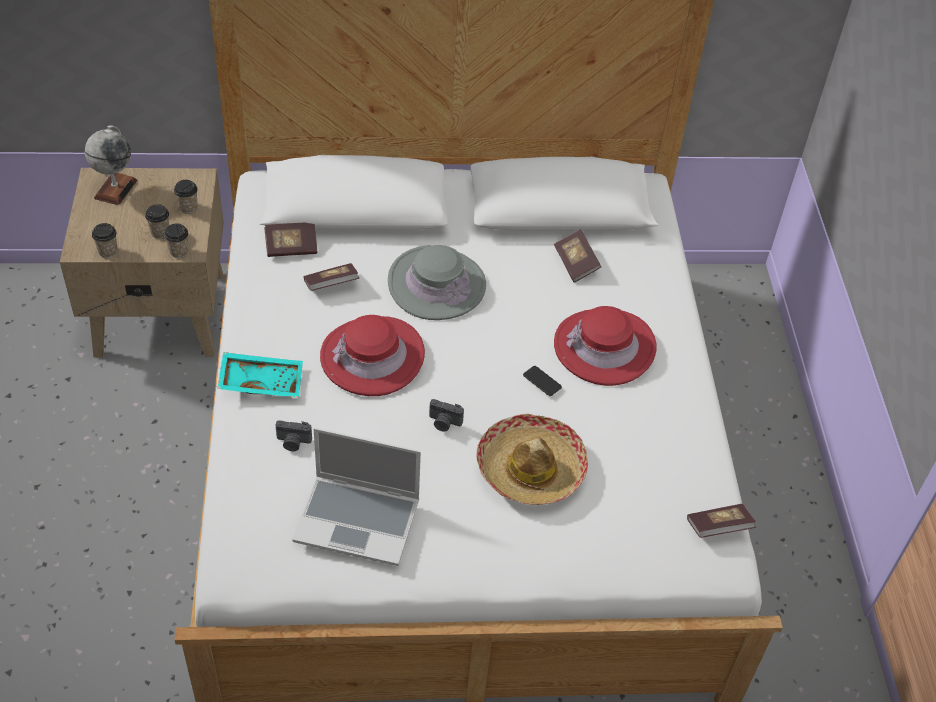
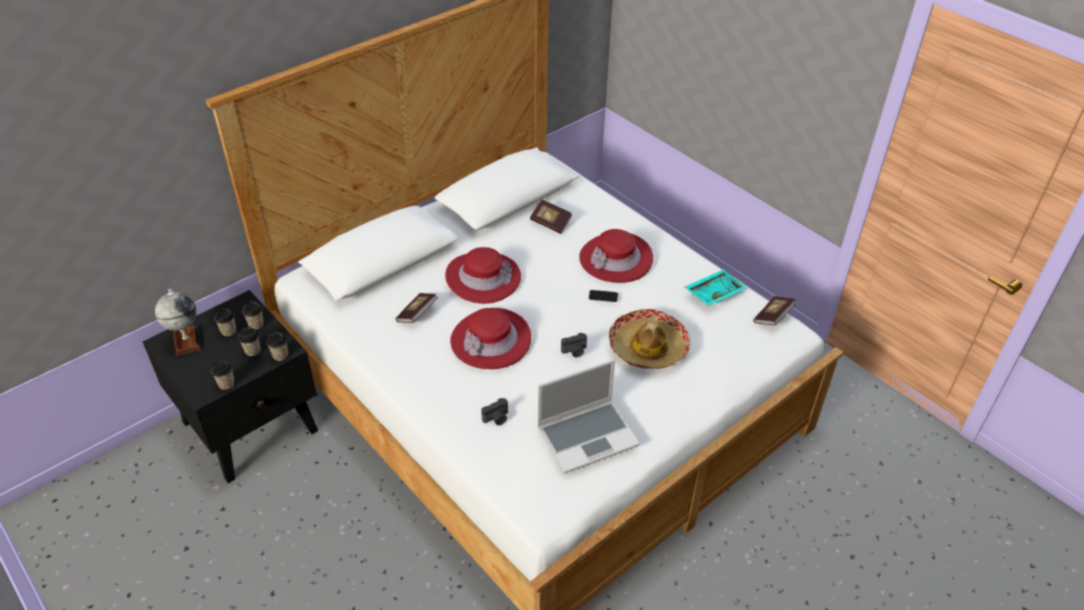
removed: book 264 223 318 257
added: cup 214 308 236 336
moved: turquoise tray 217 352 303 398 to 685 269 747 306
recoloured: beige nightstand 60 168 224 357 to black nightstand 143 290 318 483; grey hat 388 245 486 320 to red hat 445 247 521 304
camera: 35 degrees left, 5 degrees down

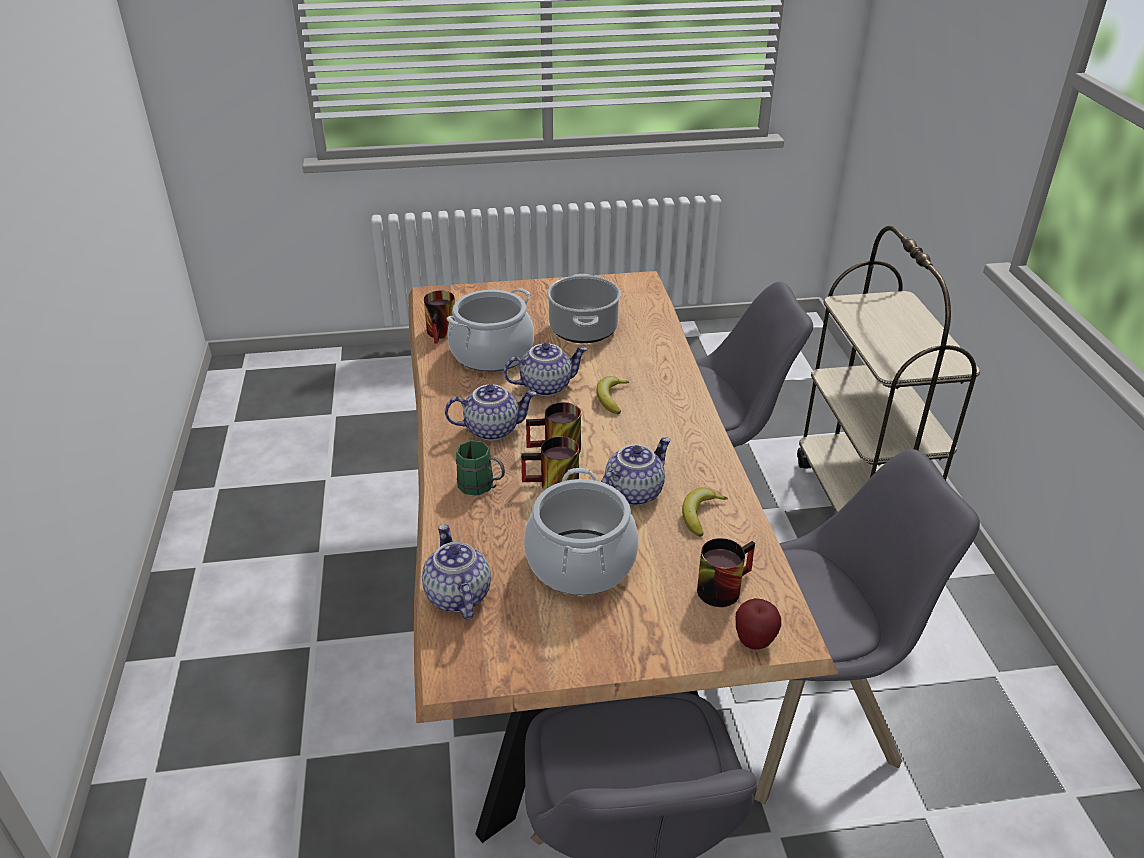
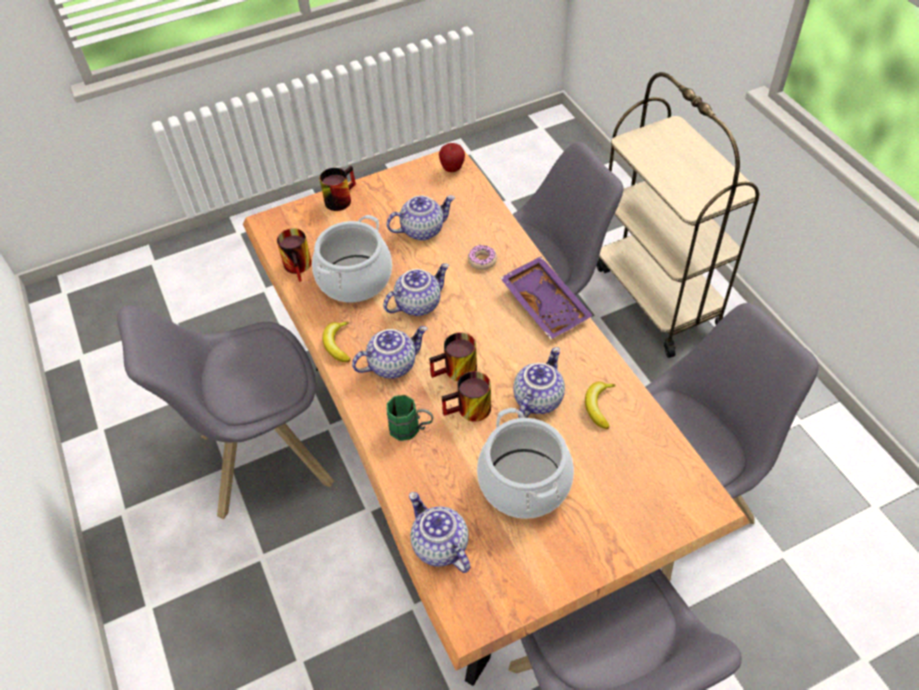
added: grey chair 117 305 334 519; donut 468 245 497 270; purple tray 500 256 593 339
moved: banana 597 376 629 414 to 322 322 350 362; mug 697 538 755 607 to 319 166 356 211; apple 736 598 781 650 to 439 143 465 172
replaced: cooking pot 547 274 621 343 to teapot 387 195 455 241
camera: 15 degrees left, 15 degrees up

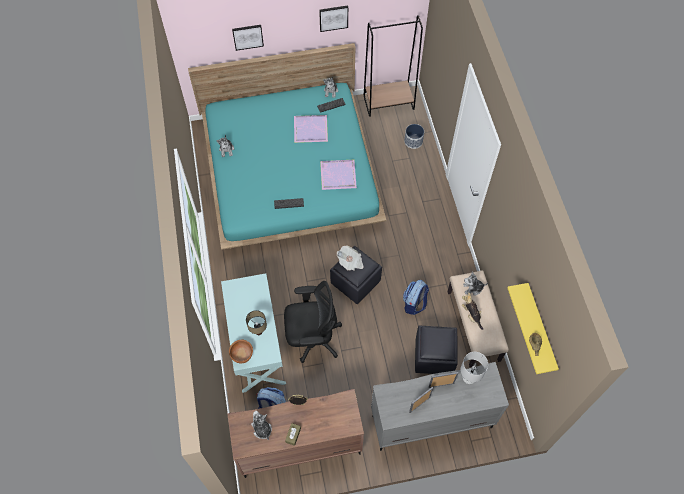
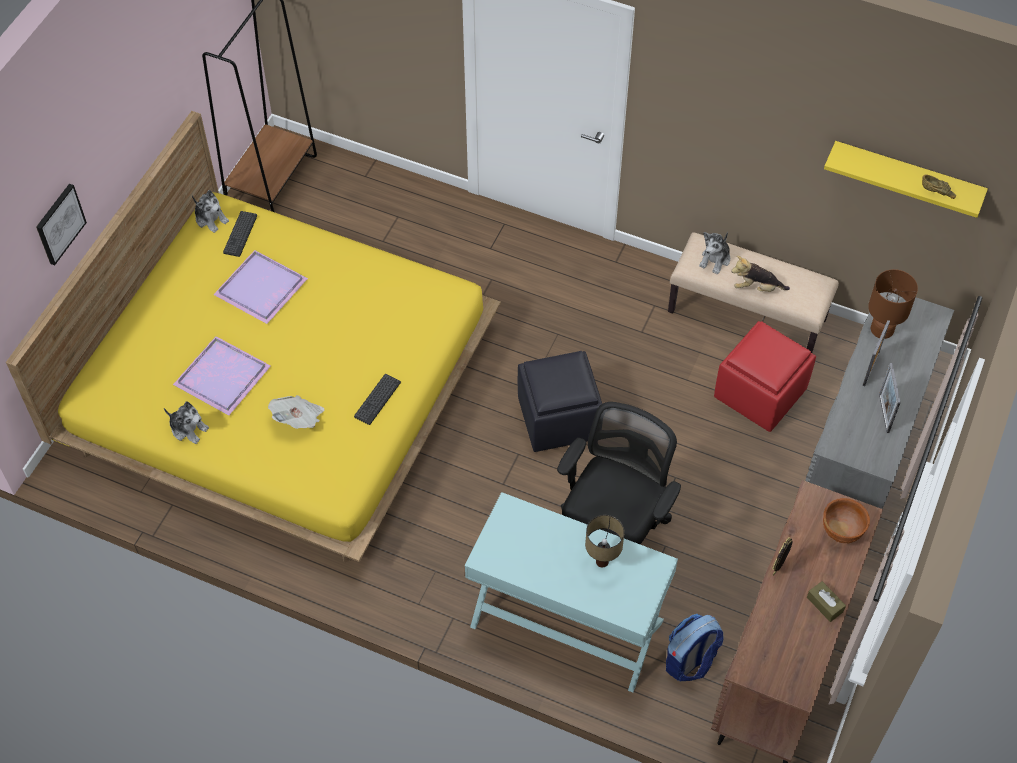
removed: plush toy 251 411 272 440; picture 319 6 348 32; backpack 403 280 429 315; planter 404 124 424 149
moved: brown bowl 229 340 253 364 to 823 498 870 543; purple tray 320 160 357 190 to 173 336 271 416; newspaper 337 246 364 271 to 268 395 325 429
recoloured: turquoise bed 188 43 386 250 to yellow bed 6 111 501 562; black ottoman 415 325 458 374 to red ottoman 714 321 816 432; grey table lamp 460 352 488 384 to brown table lamp 868 269 918 339
camera: 55 degrees left, 5 degrees down

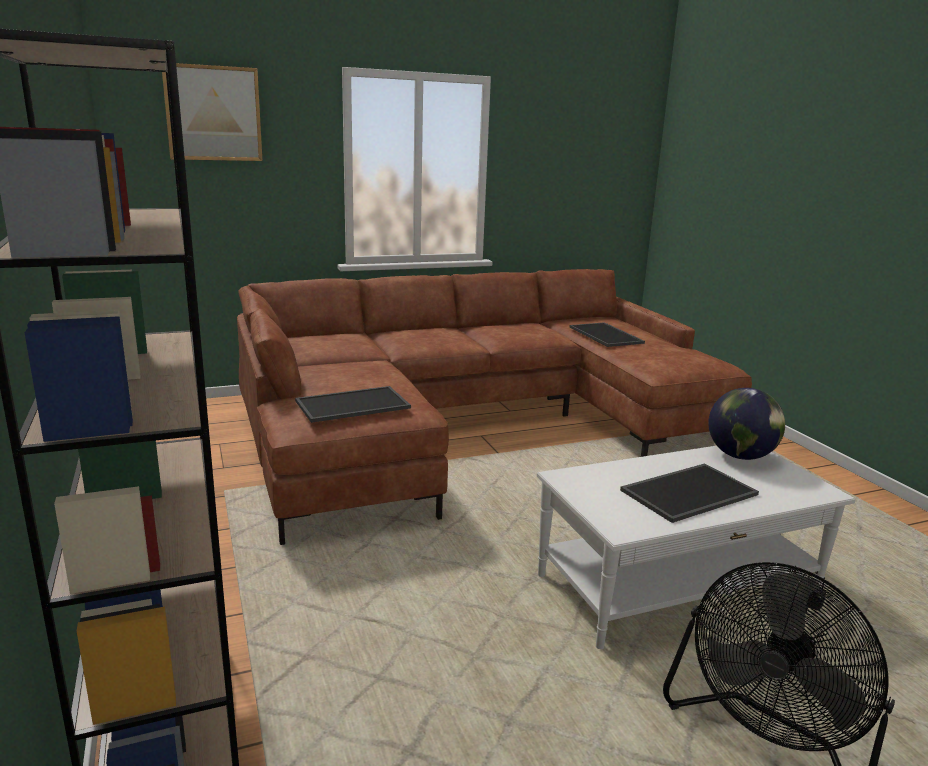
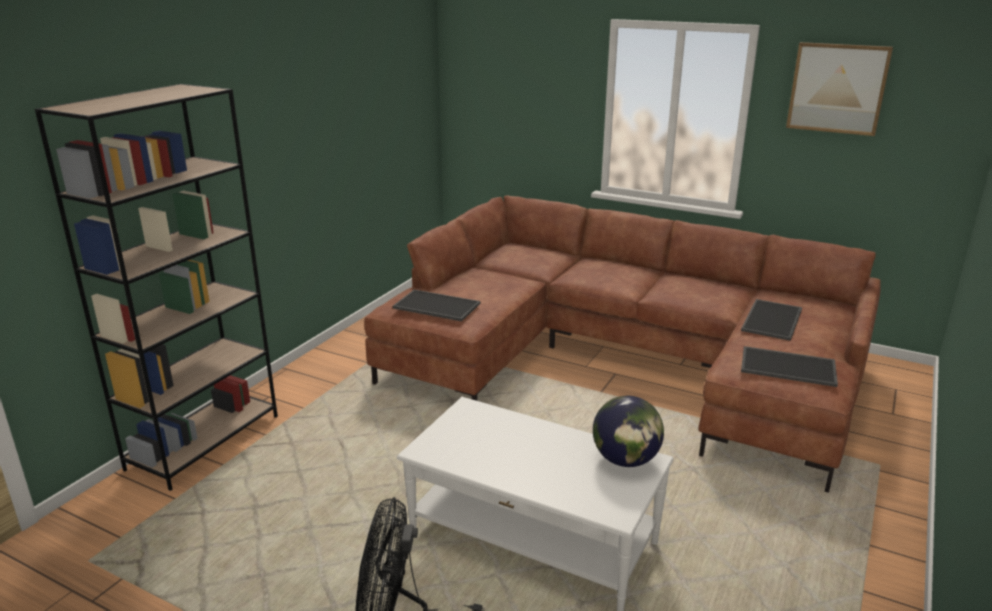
moved: picture 162 63 263 161 to 786 42 893 136; tray 620 464 759 523 to 741 346 838 387
camera: 50 degrees right, 5 degrees up

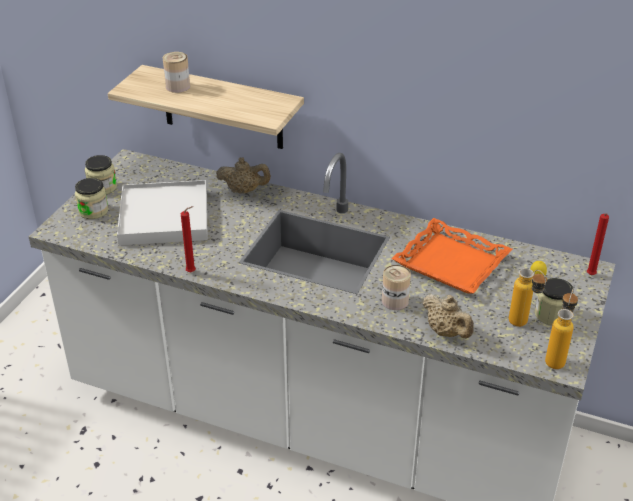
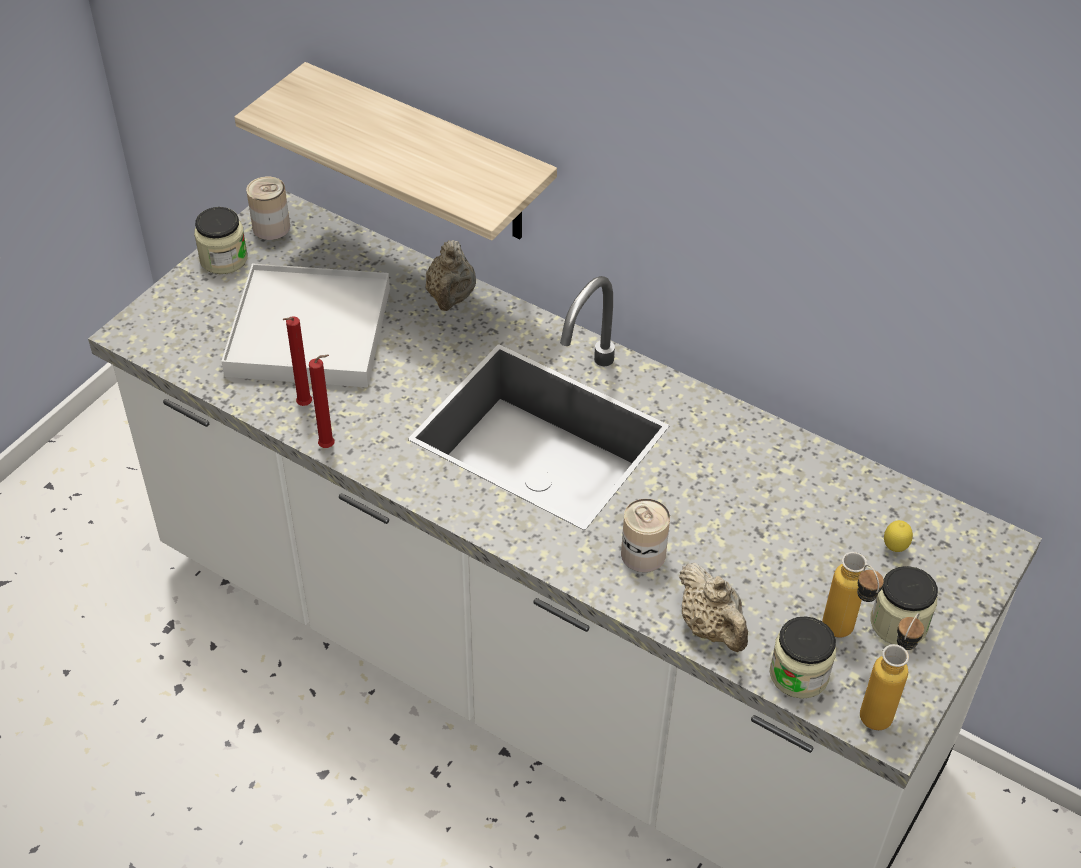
removed: orange tray 391 218 512 294
moved: jar 75 178 109 219 to 770 616 836 699; can 163 52 190 93 to 246 176 290 240; red candle 587 213 609 275 to 283 316 312 406
turned: beige teapot 216 157 271 194 = 426 240 476 311 75 degrees clockwise
camera: 10 degrees right, 10 degrees up

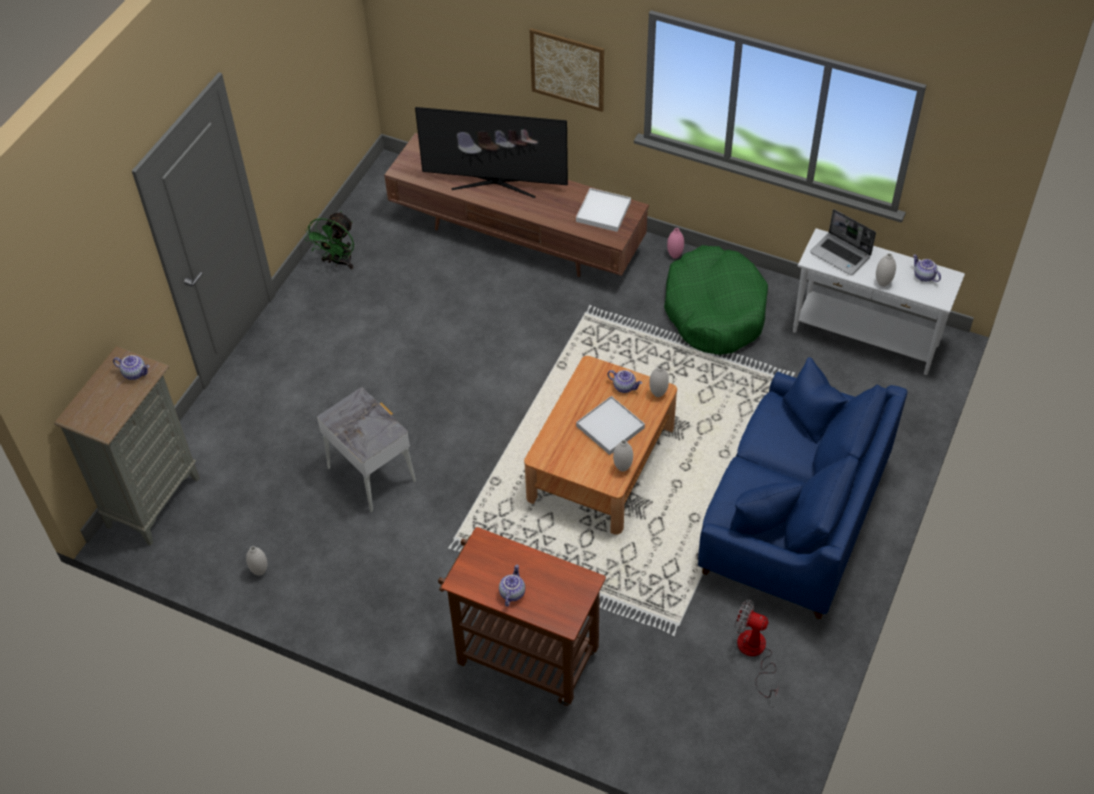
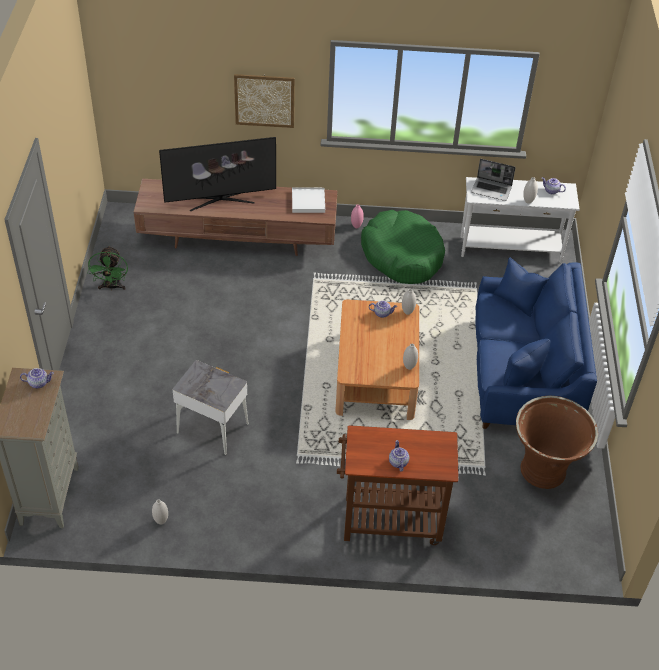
removed: white tray 576 396 645 455
replaced: fan 735 599 779 698 to brown planter 516 396 598 489
camera: 25 degrees left, 5 degrees down

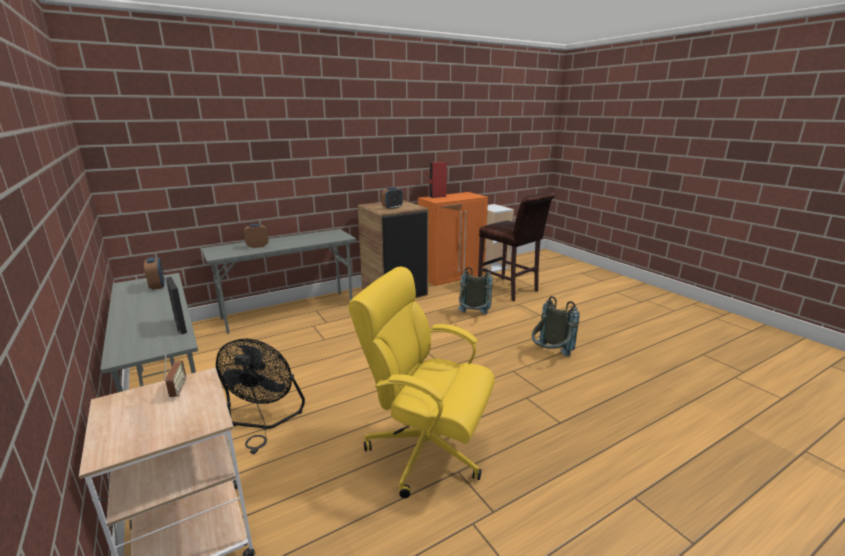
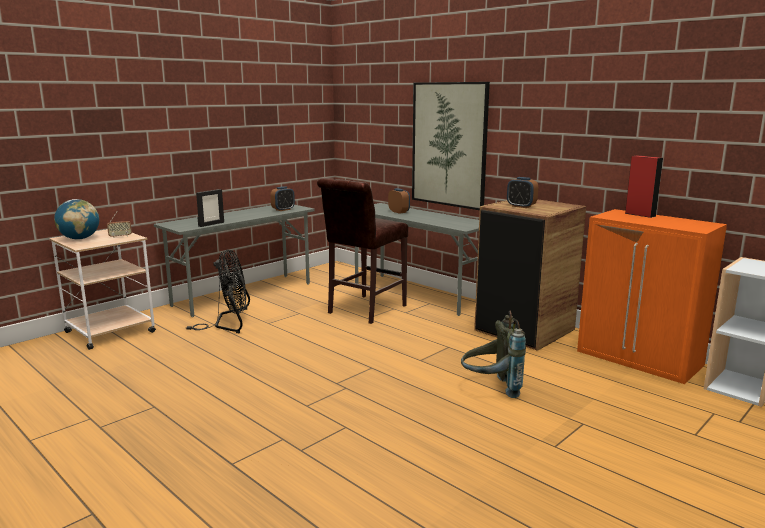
removed: yellow office chair 348 267 495 498; grey backpack 532 296 580 356
added: globe 54 199 99 240; picture 412 82 490 210
moved: brown stool 478 192 555 302 to 317 178 408 324
camera: 75 degrees right, 5 degrees down

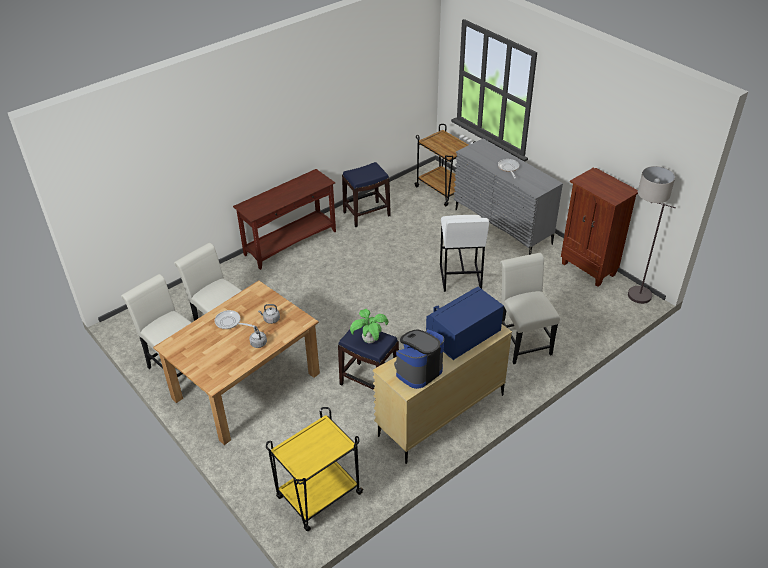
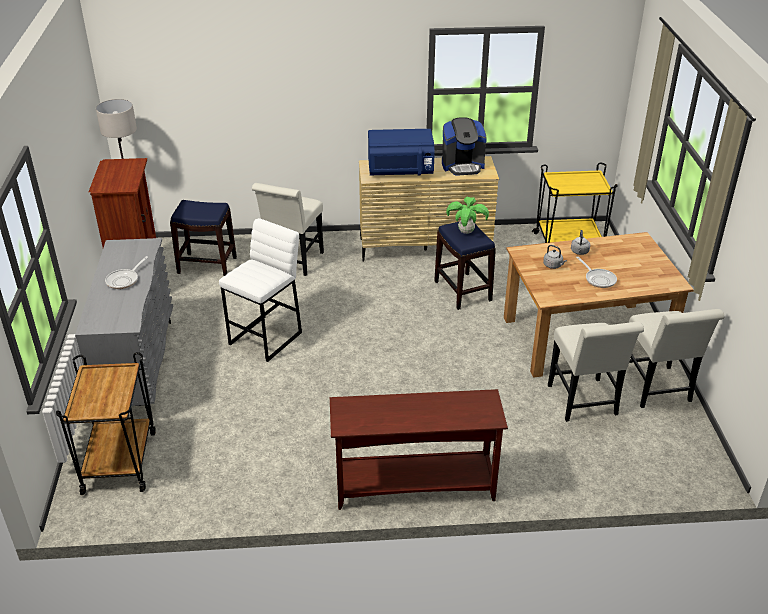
moved: stool 342 162 391 227 to 170 200 237 276
camera: 145 degrees left, 5 degrees down

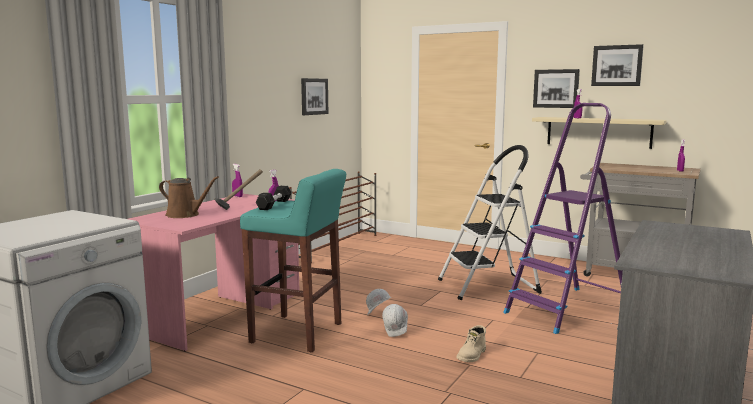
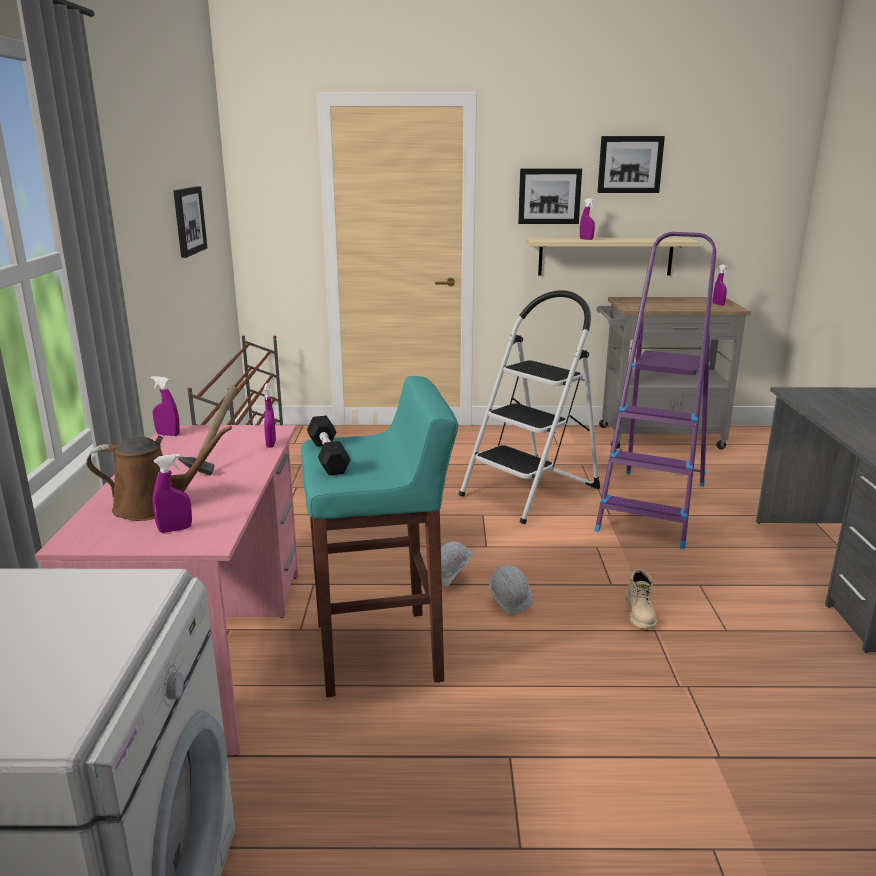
added: purple spray bottle 153 454 192 533
camera: 30 degrees left, 10 degrees up

